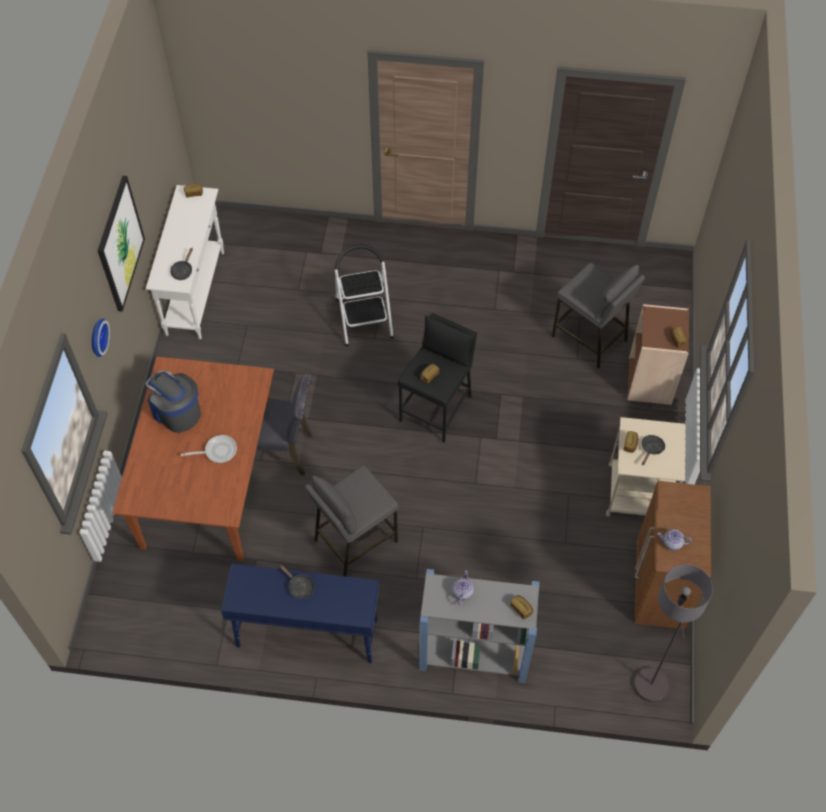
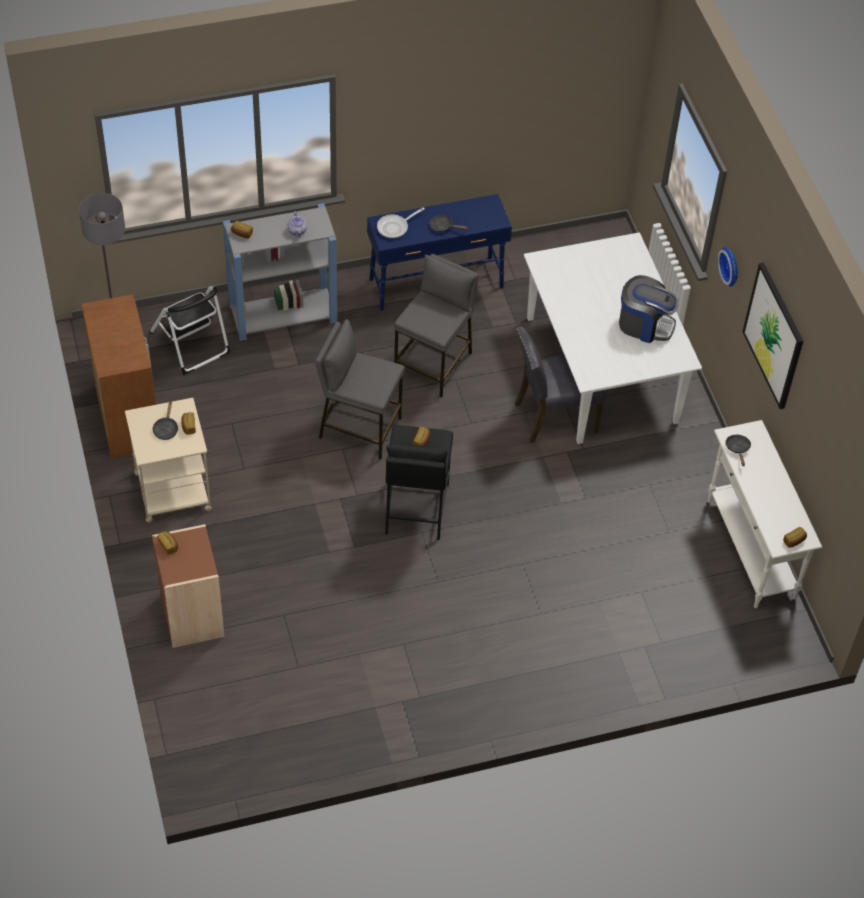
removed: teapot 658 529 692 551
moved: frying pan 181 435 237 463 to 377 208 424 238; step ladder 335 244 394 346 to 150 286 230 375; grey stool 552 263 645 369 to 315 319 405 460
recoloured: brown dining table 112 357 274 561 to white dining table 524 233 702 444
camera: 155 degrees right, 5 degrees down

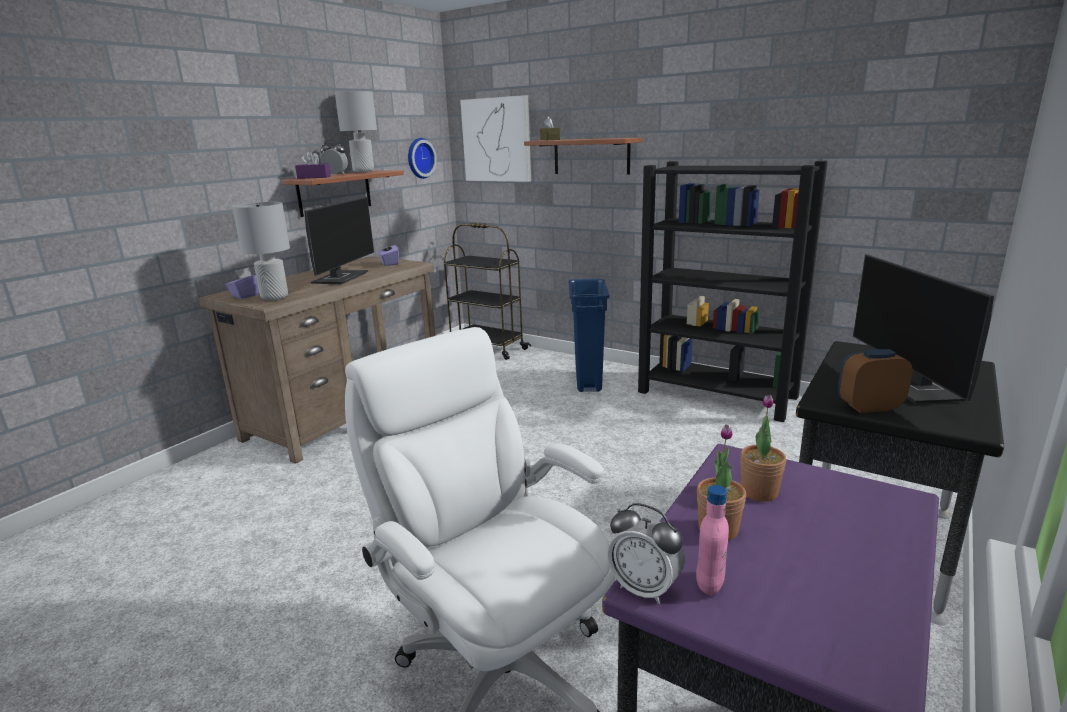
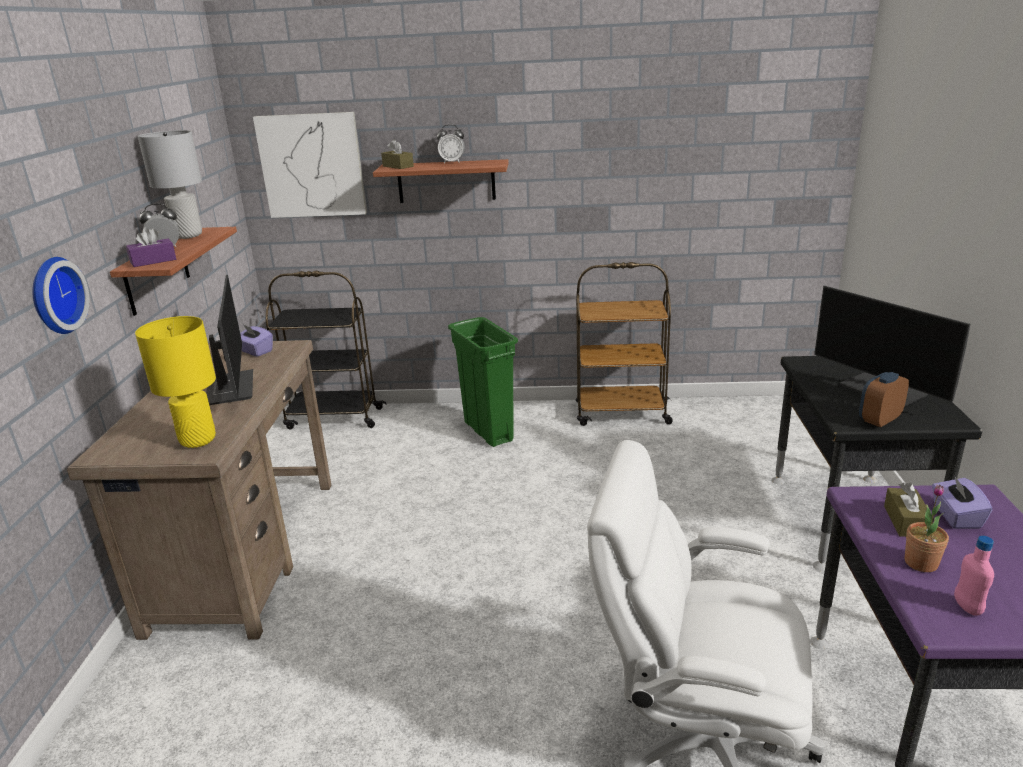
moved: purple tissue box 226 267 260 299 to 932 475 992 529; wall clock 408 138 437 179 to 32 257 89 334; alarm clock 607 503 685 604 to 437 125 465 163
replaced: black bookcase 638 161 828 422 to brown cart 575 262 673 426; potted plant 740 395 786 501 to brown tissue box 884 483 934 537
recoloured: grey table lamp 232 202 290 300 to yellow table lamp 135 316 216 448; blue trash can 569 279 609 392 to green trash can 448 317 518 447
camera: 30 degrees left, 5 degrees up

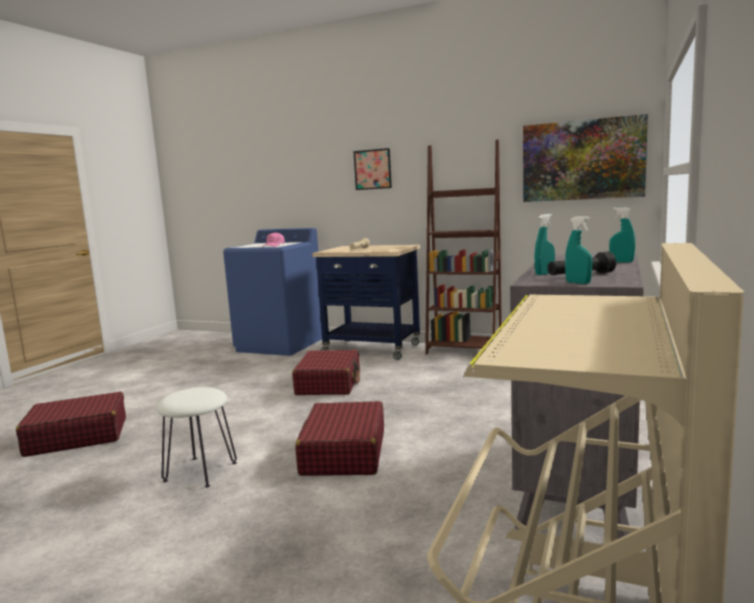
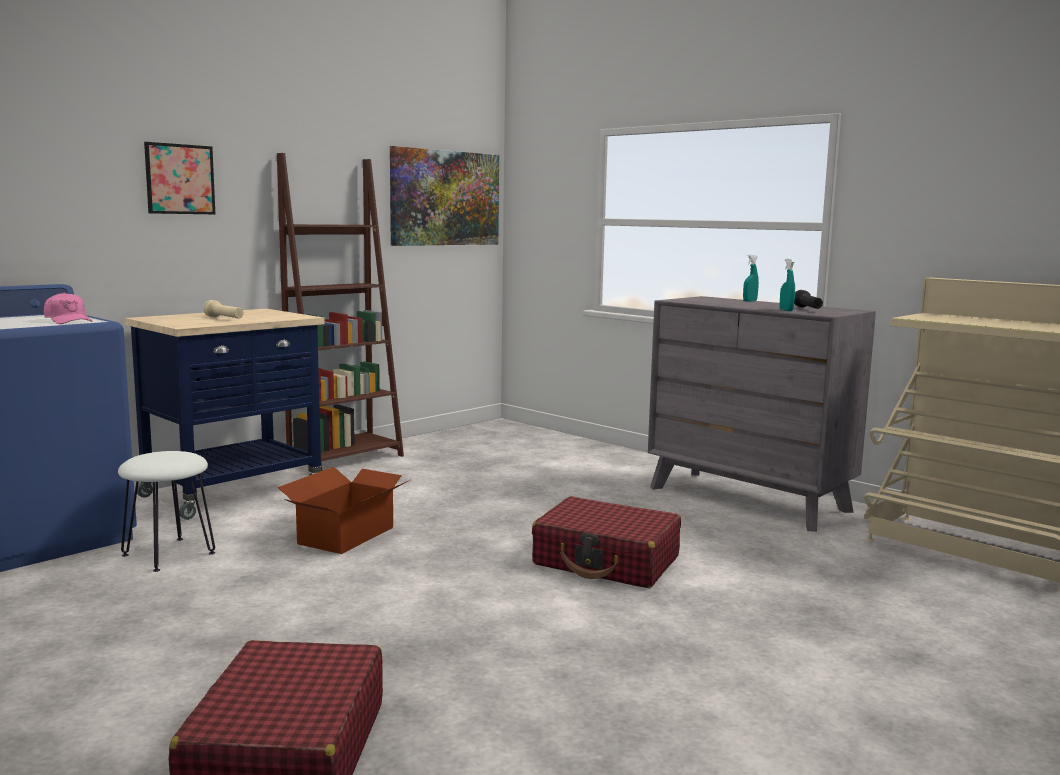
removed: turquoise spray bottle 565 216 592 284
moved: white stool 156 387 237 488 to 118 451 215 572
replaced: red suitcase 292 350 360 395 to cardboard box 278 467 410 554
camera: 70 degrees left, 0 degrees up

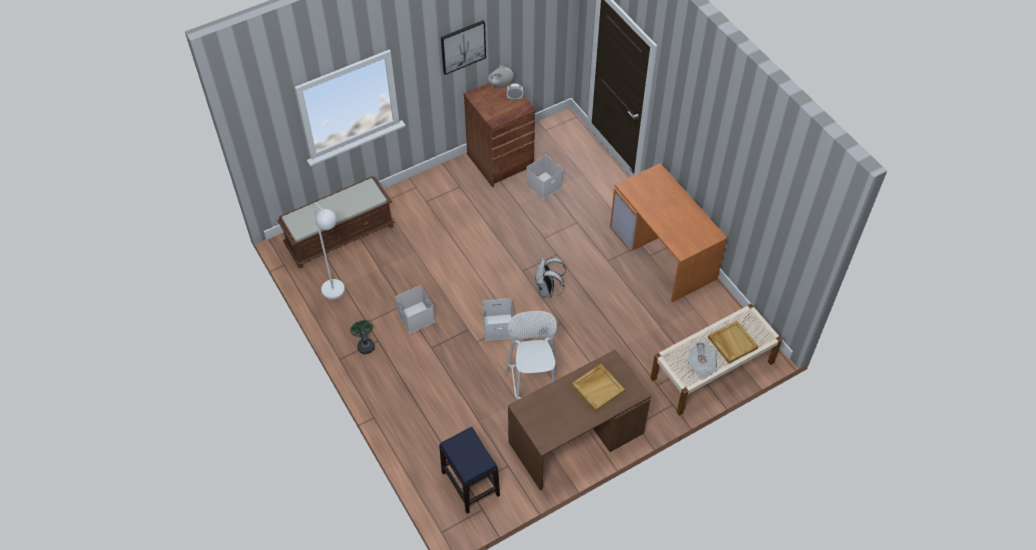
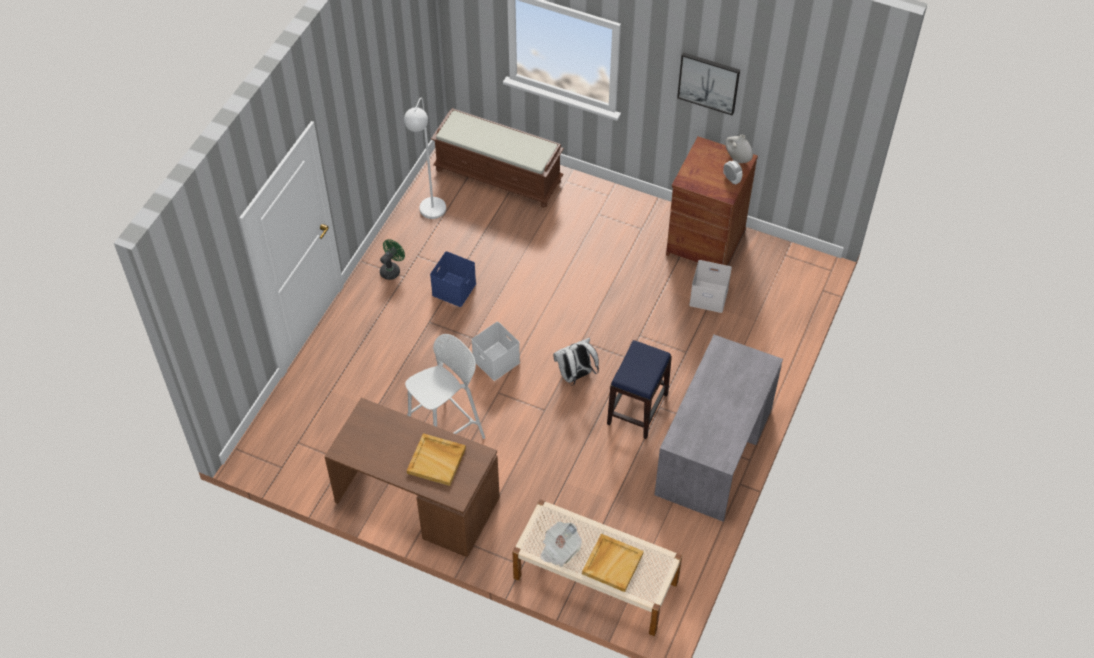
moved: stool 439 427 500 514 to 607 340 672 439
recoloured: white storage box 395 286 435 333 to blue storage box 430 251 476 307; orange desk 610 163 727 303 to grey desk 654 335 783 521
camera: 55 degrees right, 0 degrees up

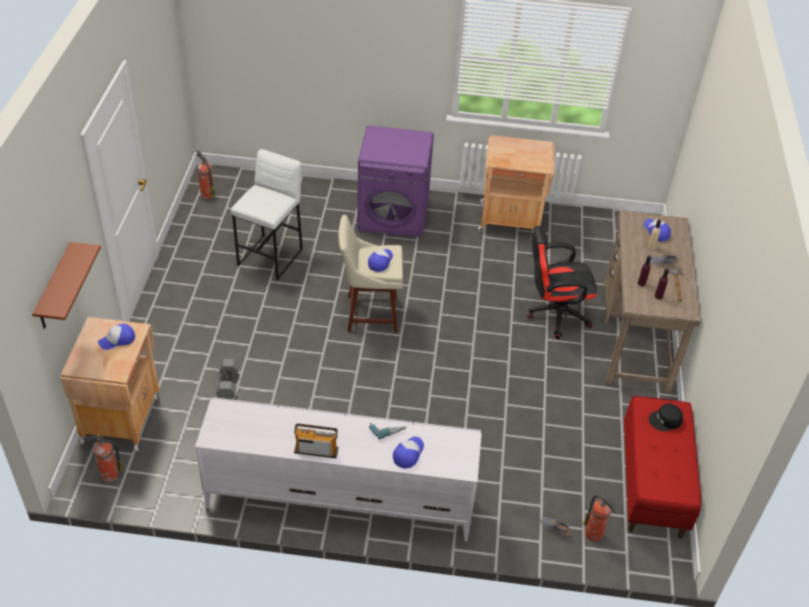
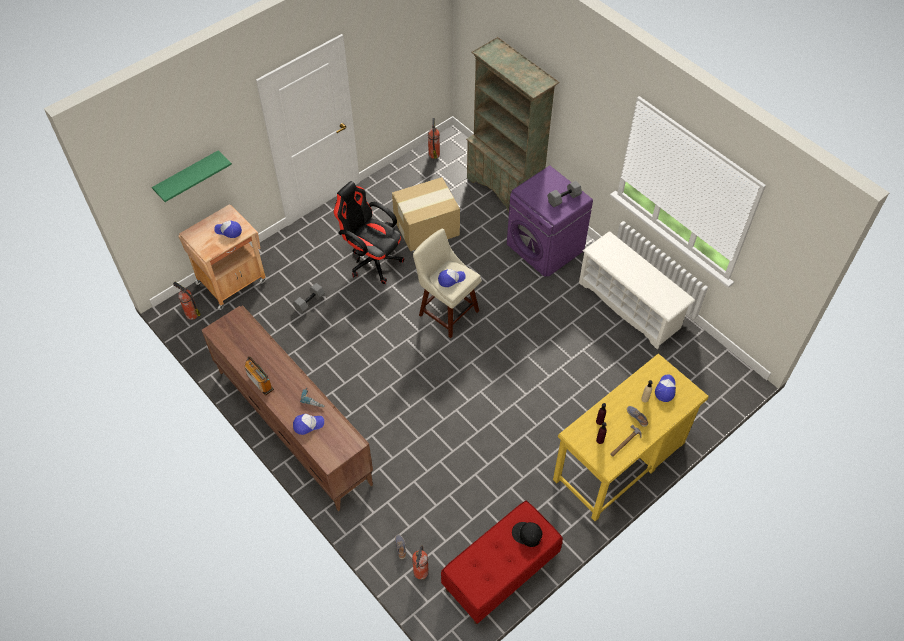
added: green bookcase 466 37 560 212; grey dumbbell 547 181 582 207
moved: black office chair 527 226 597 340 to 334 181 404 284
replaced: white stool 231 149 303 280 to cardboard box 392 177 460 251; brown cart 478 135 555 232 to white shoe rack 579 231 695 349
recoloured: brown shelf 32 242 101 329 to green shelf 152 150 232 202; white cabinet 195 397 482 542 to brown cabinet 202 305 373 511; brown desk 603 211 700 392 to yellow desk 553 353 709 521
camera: 45 degrees right, 10 degrees up

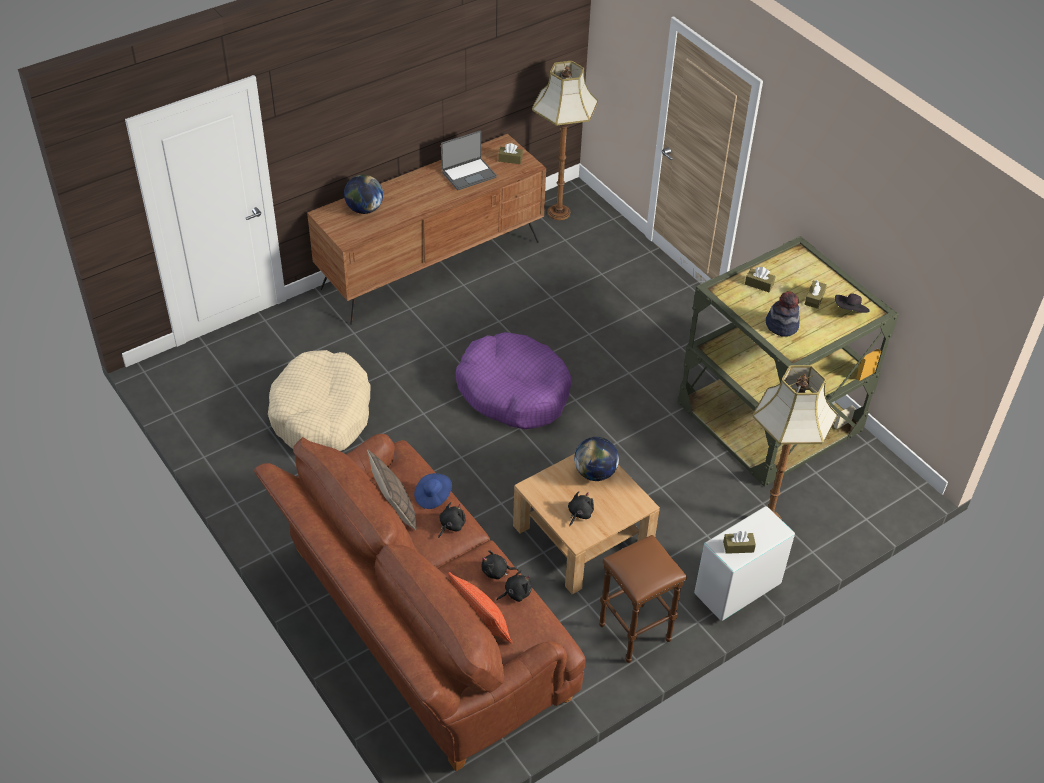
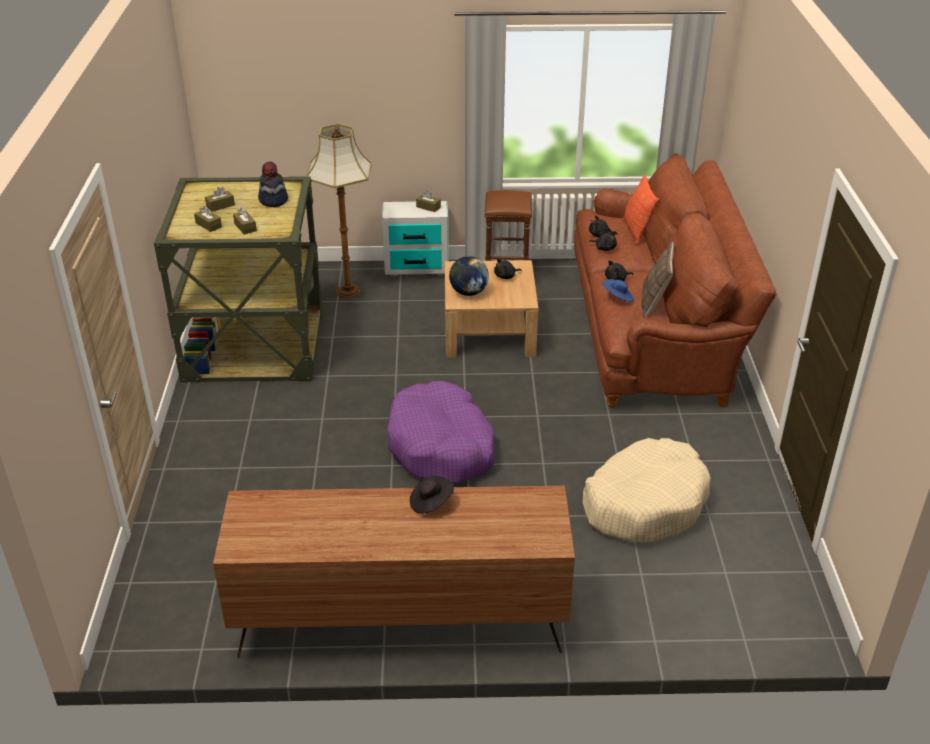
removed: globe 344 175 383 214; laptop 441 131 497 190; floor lamp 532 61 598 220
moved: brown tissue box 498 143 523 164 to 194 206 222 232; black hat 835 293 869 313 to 410 476 454 514
camera: 145 degrees left, 10 degrees down

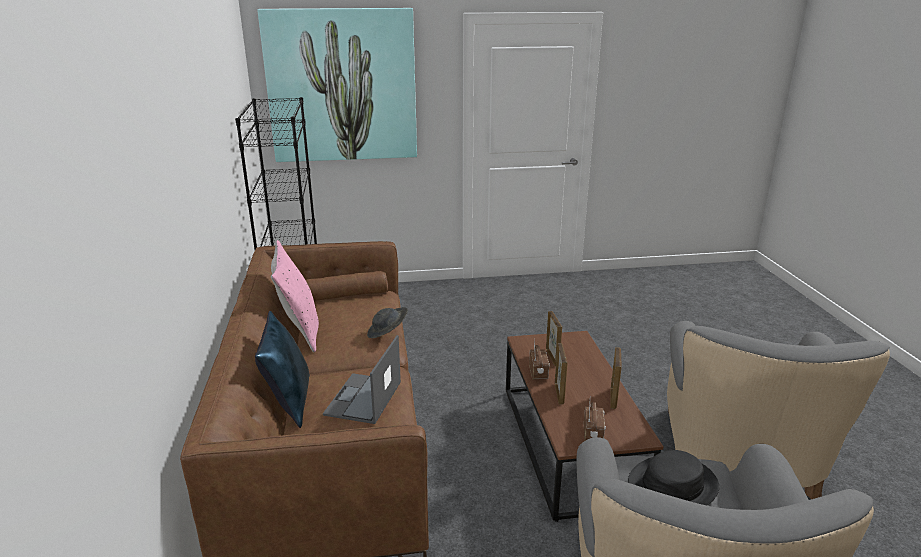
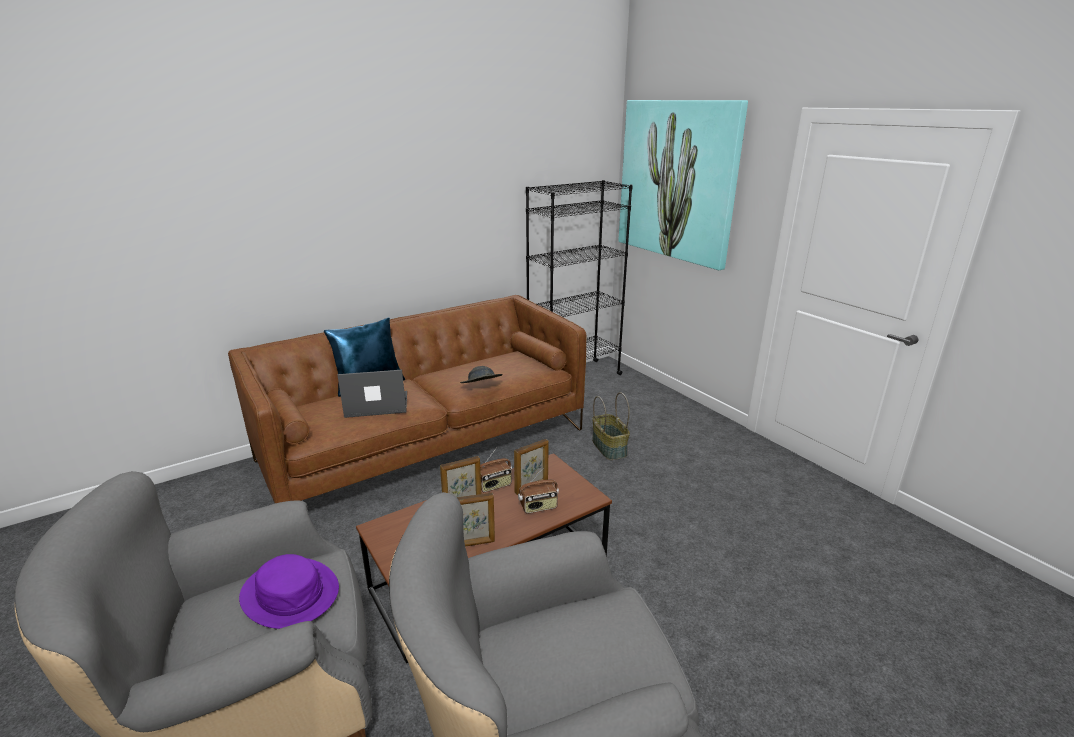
removed: pink pillow 271 240 319 352
added: basket 592 392 630 460
moved: radio 584 402 606 441 to 518 468 559 514
recoloured: black hat 628 450 719 505 to purple hat 239 554 339 629
camera: 65 degrees right, 0 degrees up

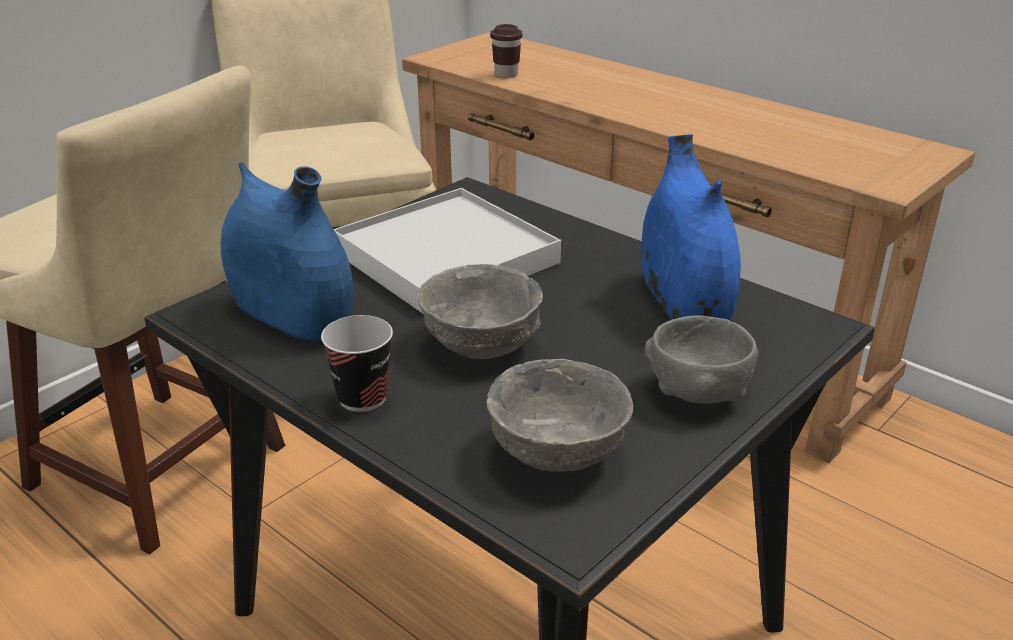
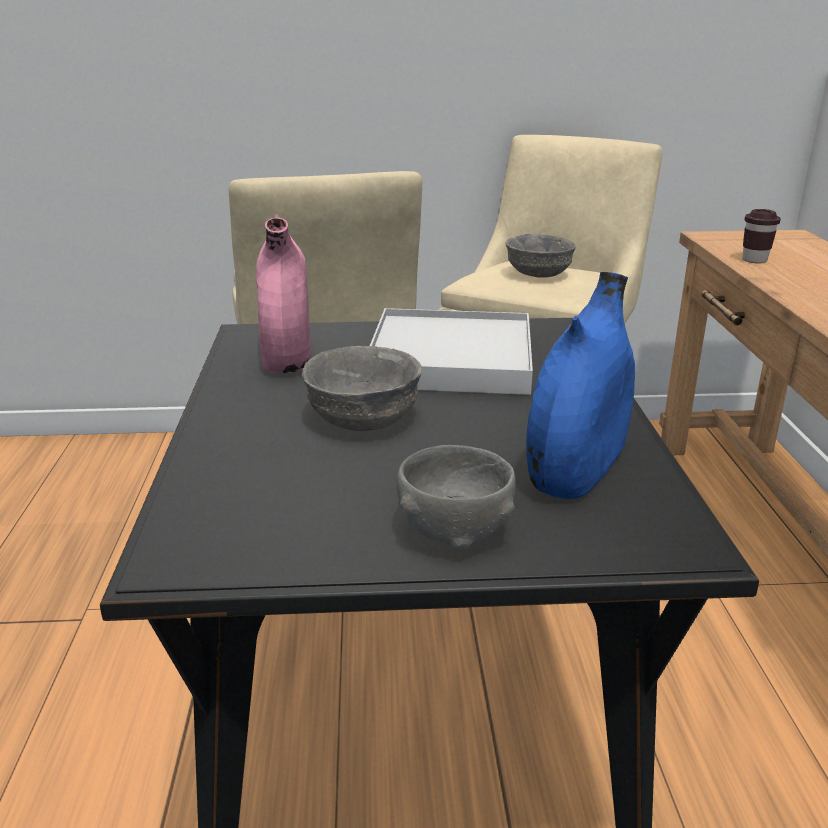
removed: cup 321 315 393 412
moved: grey bowl 486 359 633 472 to 505 234 576 278
recoloured: blue vase 221 162 354 341 to pink vase 256 214 311 373
camera: 45 degrees right, 5 degrees down

